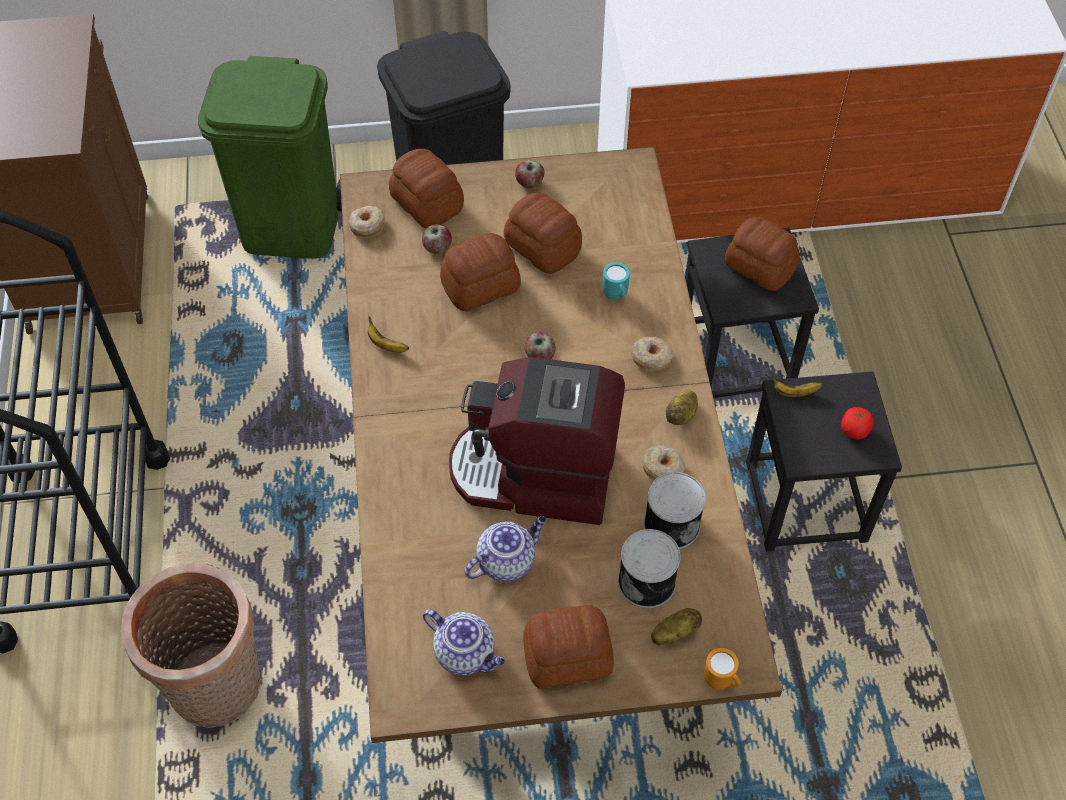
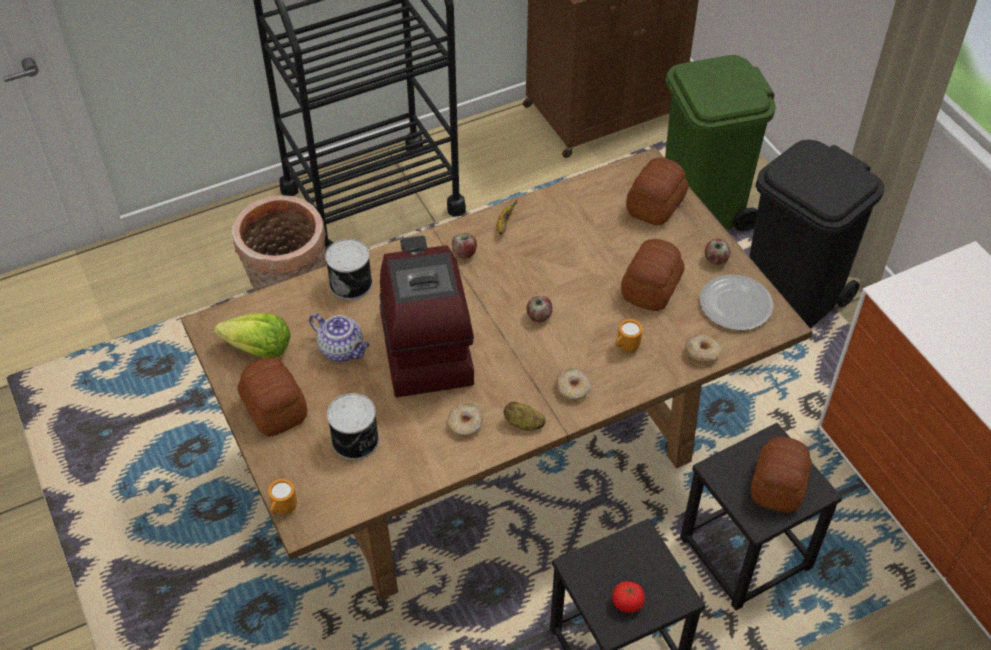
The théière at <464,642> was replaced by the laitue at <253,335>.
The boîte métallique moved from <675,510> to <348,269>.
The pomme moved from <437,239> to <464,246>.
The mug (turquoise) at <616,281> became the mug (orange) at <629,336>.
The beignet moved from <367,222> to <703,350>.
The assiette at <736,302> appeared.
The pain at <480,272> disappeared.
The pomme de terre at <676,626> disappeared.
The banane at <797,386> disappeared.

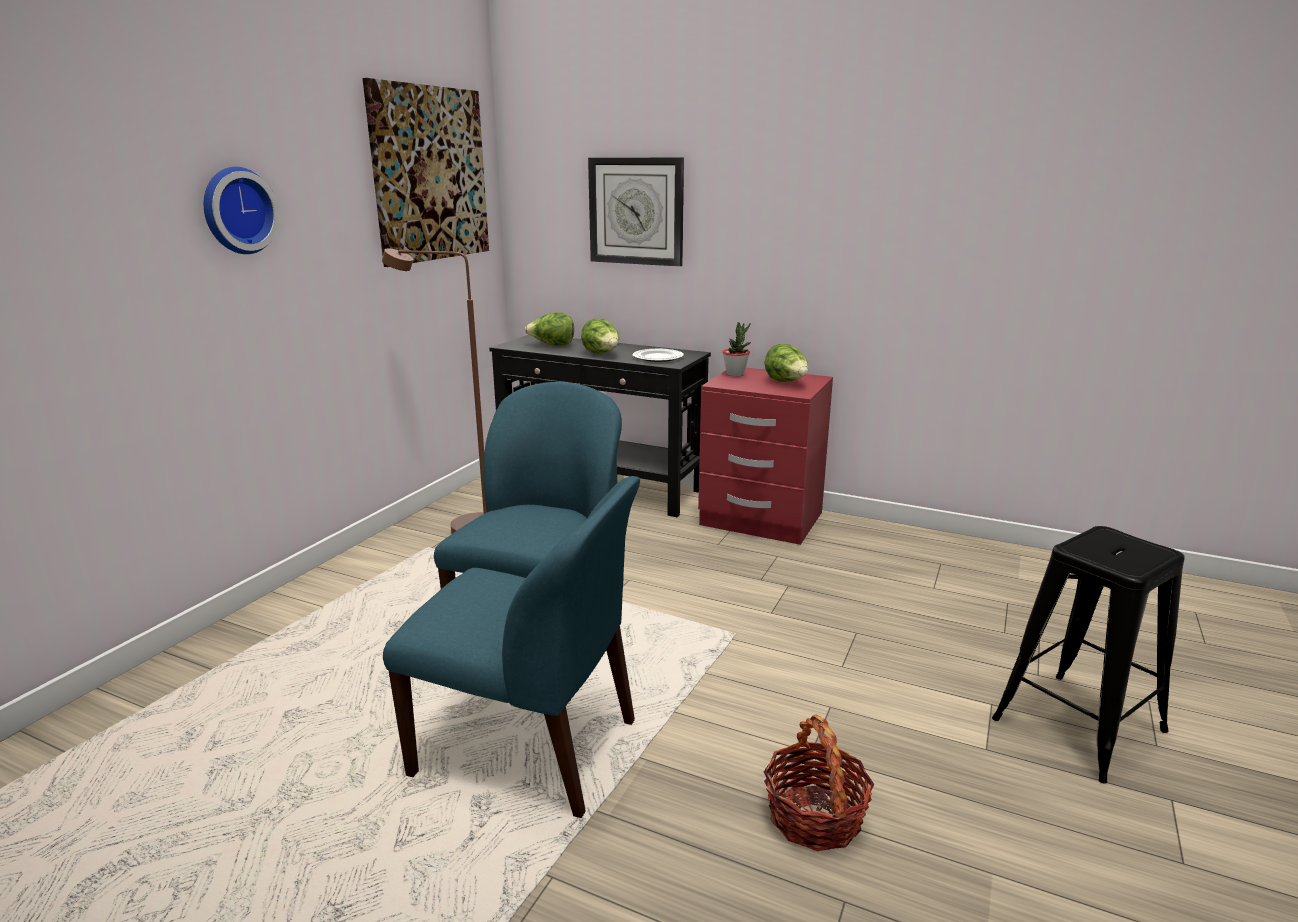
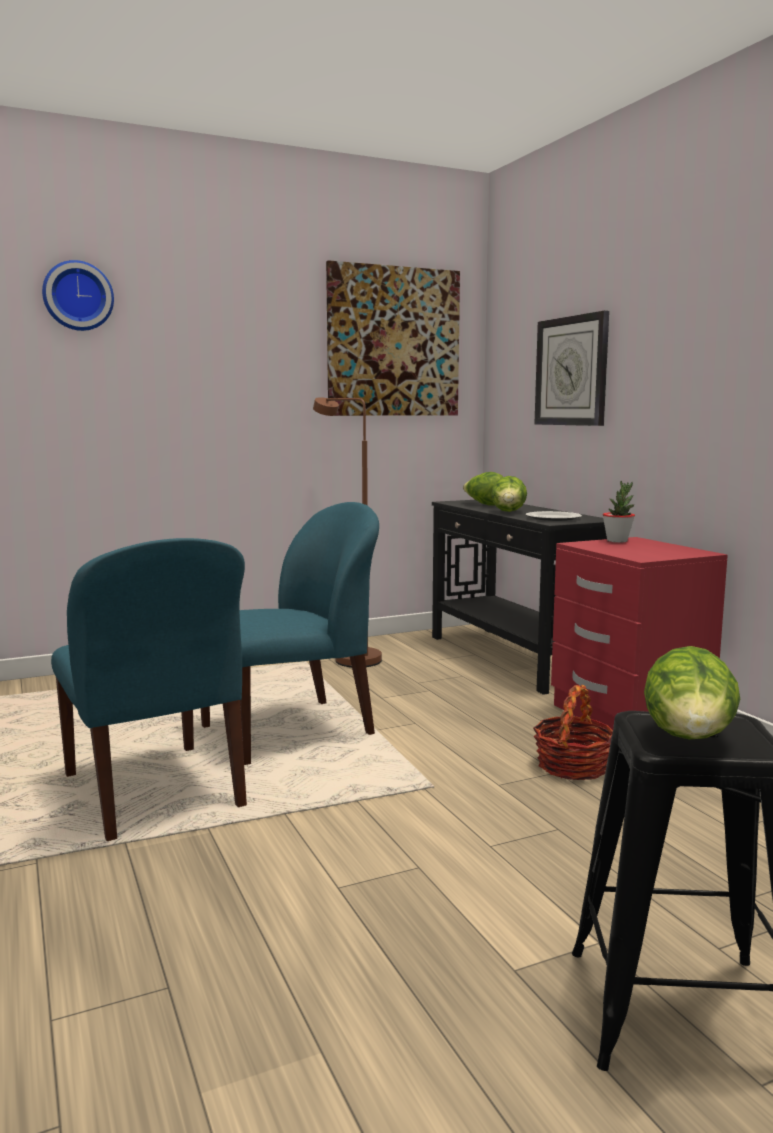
The horloge murale moved from <242,210> to <78,295>.
The panier moved from <819,783> to <573,732>.
The laitue moved from <786,363> to <692,693>.

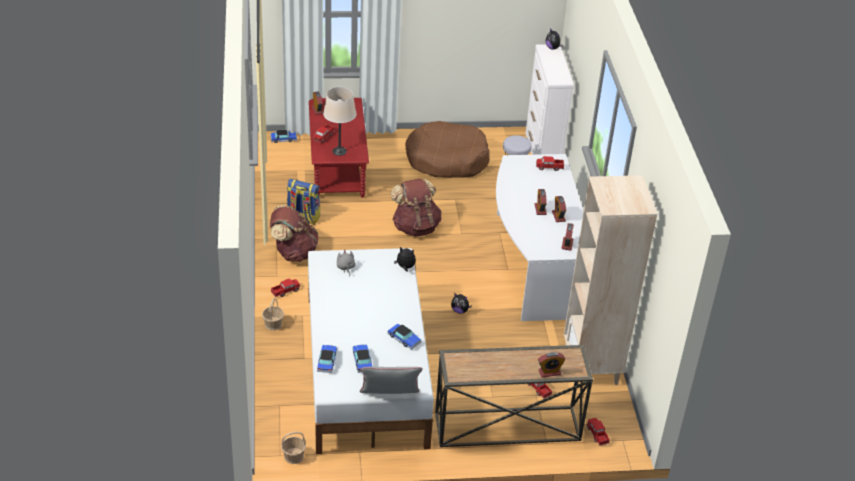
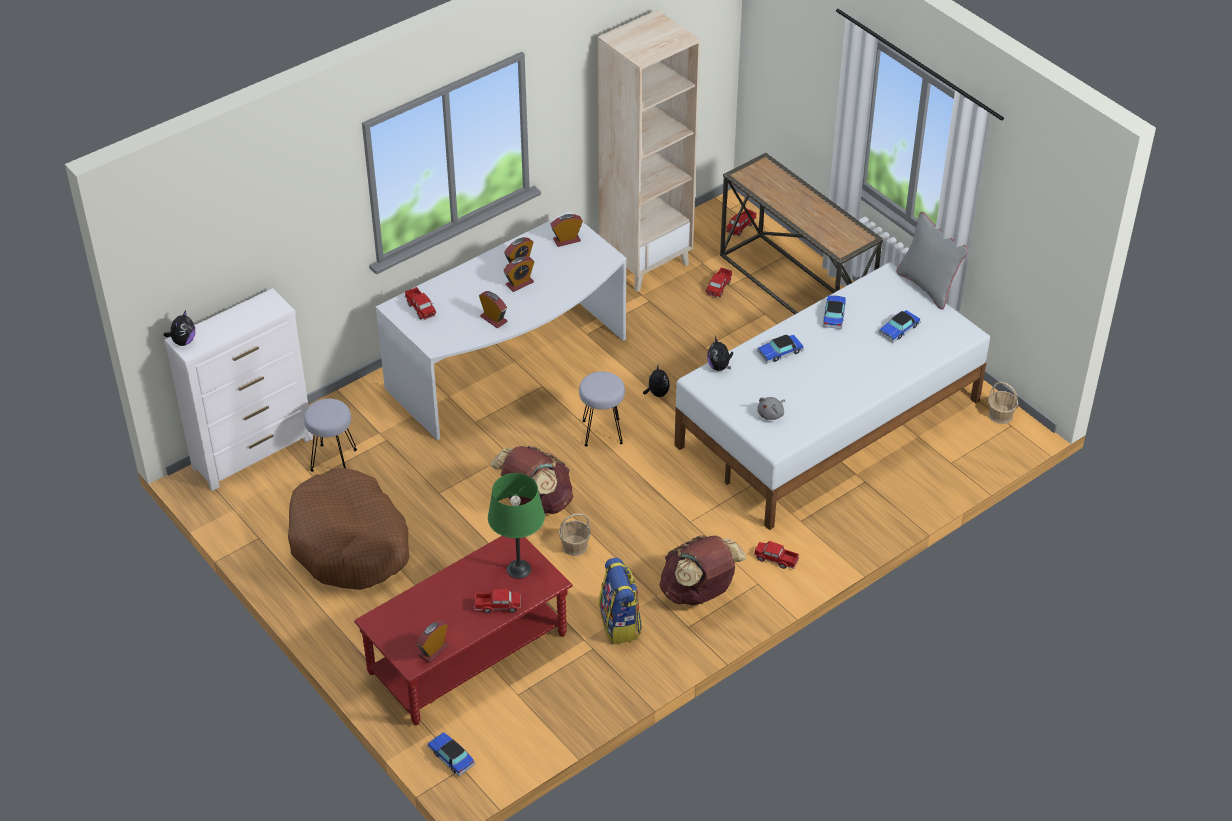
The réveil moved from <551,364> to <493,309>.
The lampe de table (beige) at <339,121> became the lampe de table (vert) at <516,526>.
The panier moved from <273,314> to <575,534>.
The tabouret (gris) at <602,409> appeared.
The petite voiture moved from <327,359> to <780,349>.

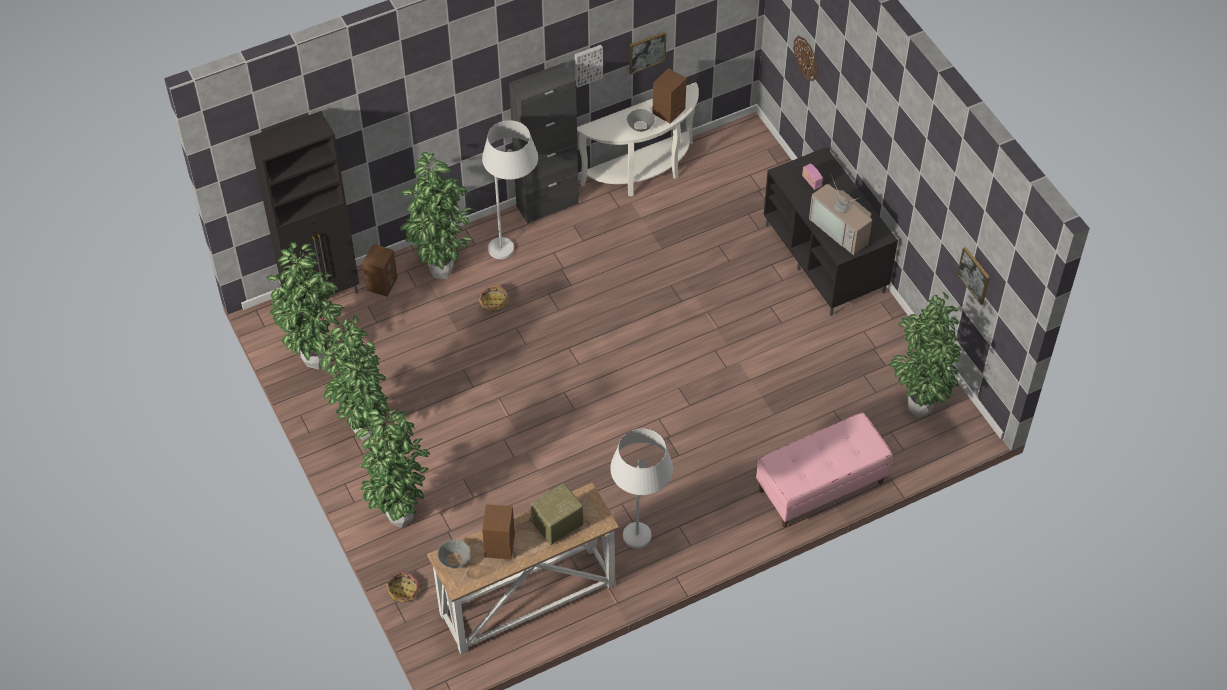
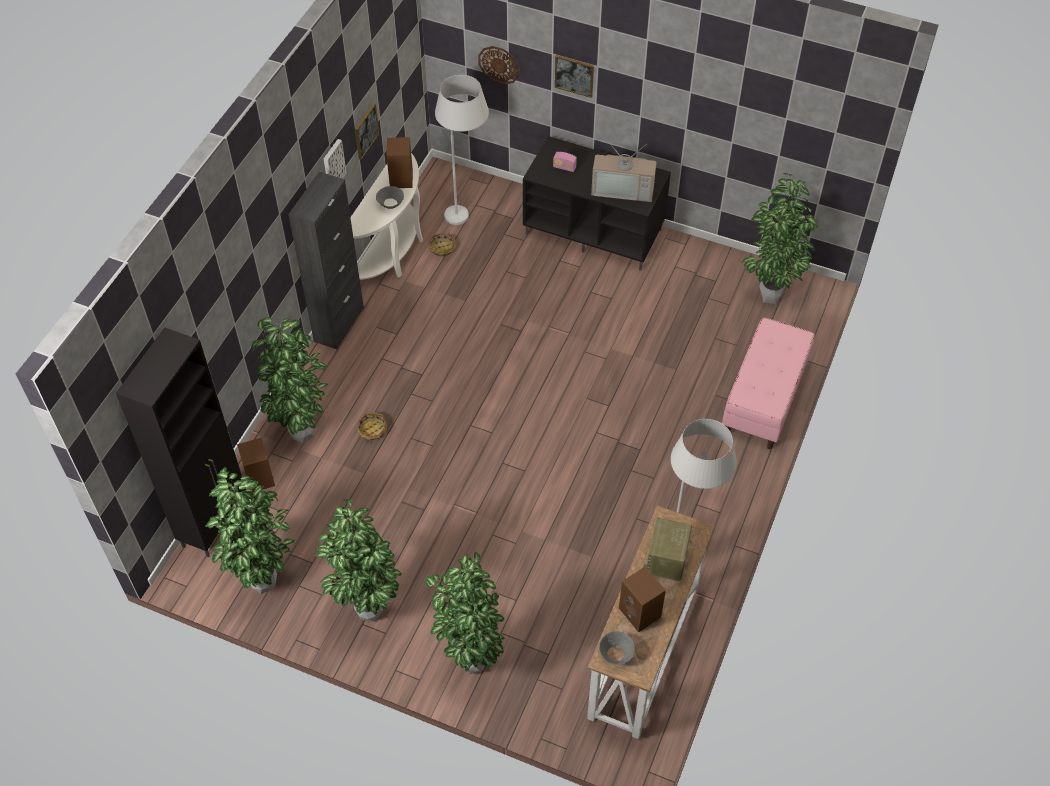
The panier moved from <404,587> to <442,245>.
The lampadaire (blanc) moved from <510,189> to <462,150>.
The tableau moved from <973,276> to <574,76>.

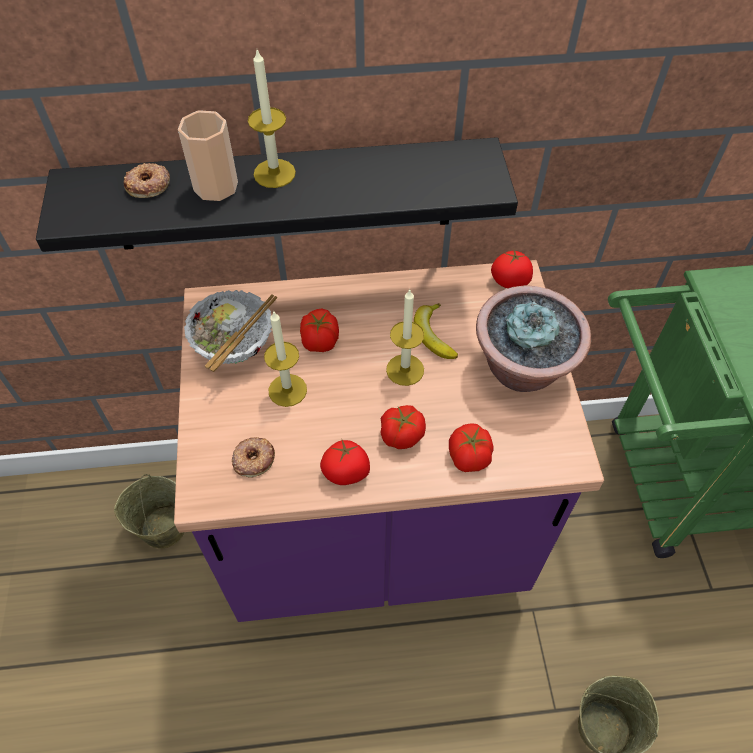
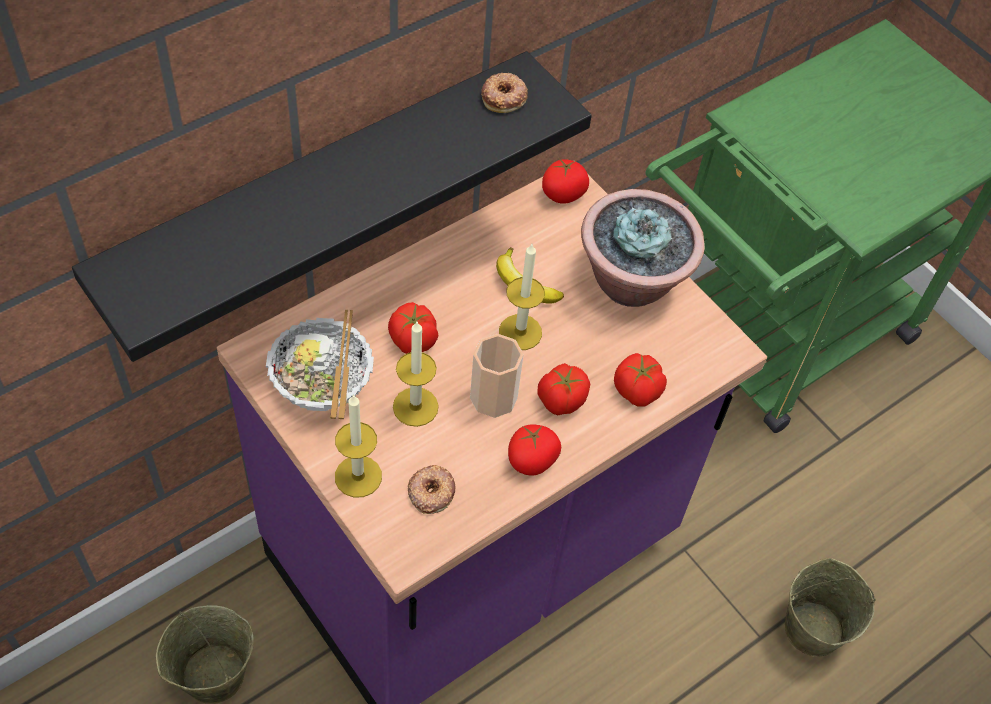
The bougie moved from <272,119> to <358,446>.
The tasse moved from <208,155> to <496,376>.
The beignet moved from <147,180> to <504,93>.

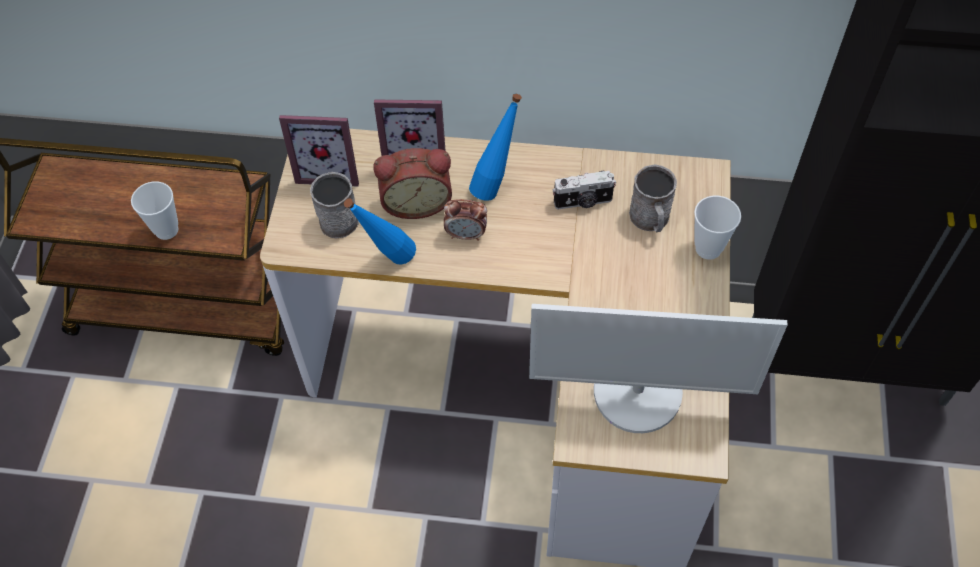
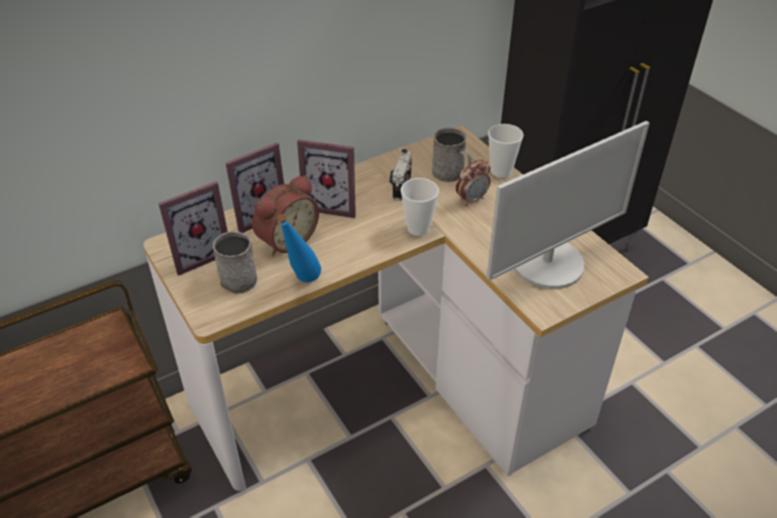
The bouteille (bleu) at <495,147> was replaced by the cadre photo at <326,178>.
The appareil photo at <584,190> turned 150 degrees clockwise.
The tasse moved from <155,210> to <419,207>.
The réveil moved from <465,220> to <473,182>.

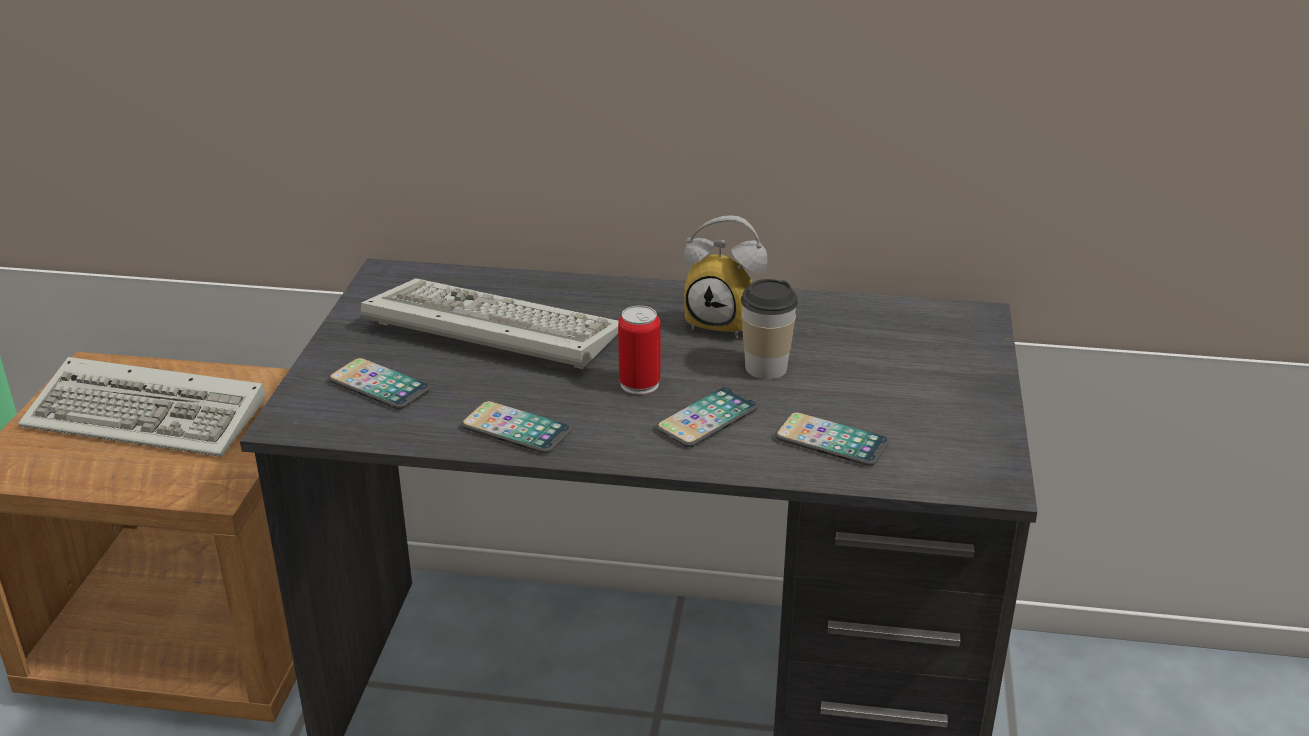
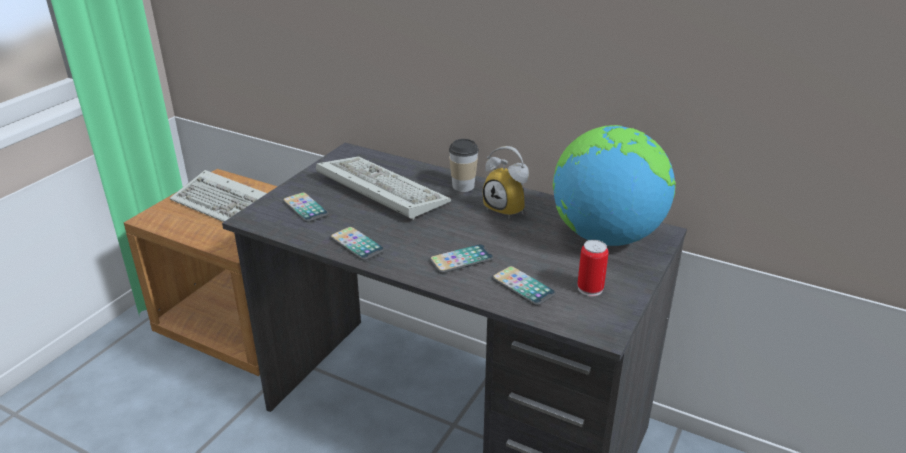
The tasse moved from <769,329> to <464,165>.
The globe at <614,185> appeared.
The boîte métallique moved from <639,350> to <593,268>.

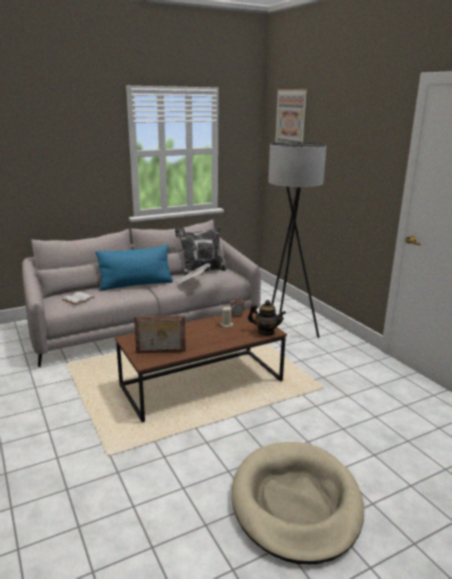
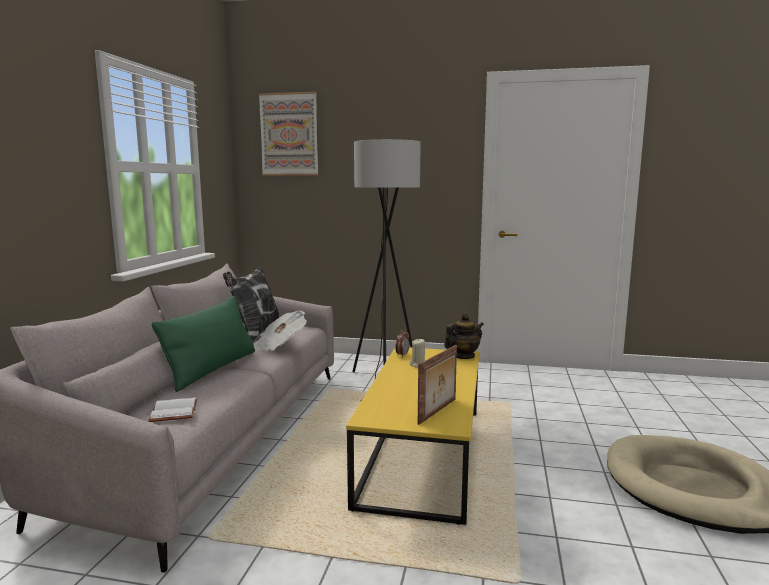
The coussin (bleu) at <134,267> became the coussin (vert) at <203,344>.
The table basse (marron) at <201,365> became the table basse (jaune) at <413,436>.

